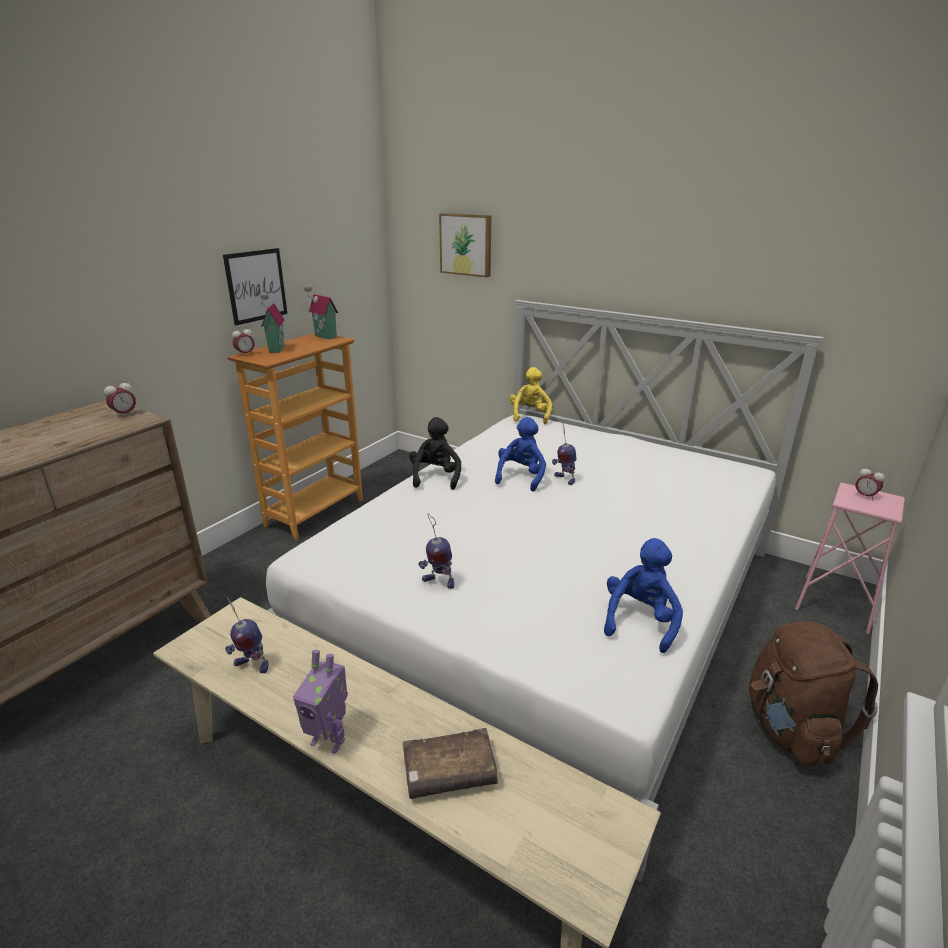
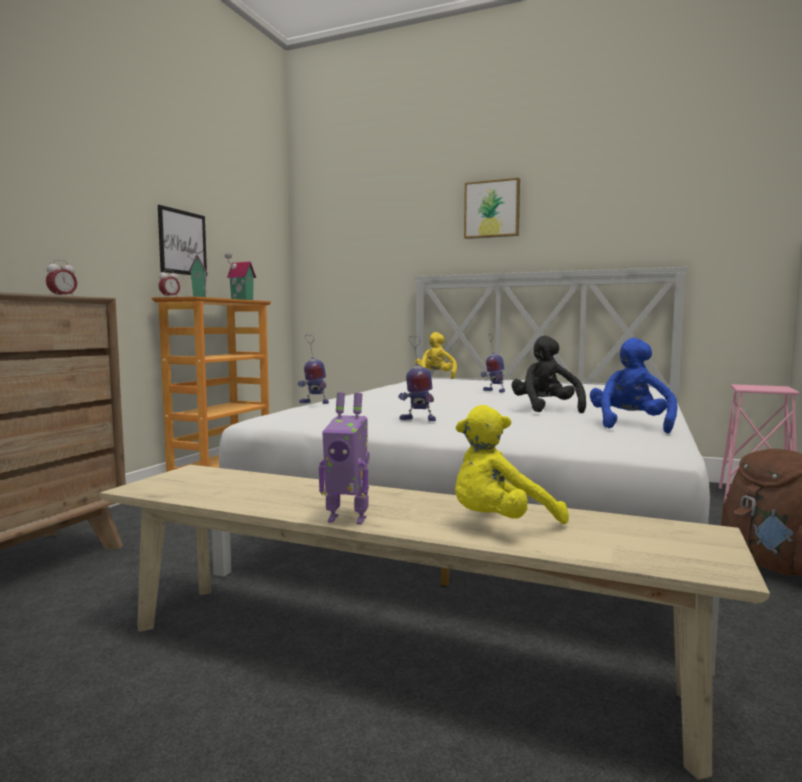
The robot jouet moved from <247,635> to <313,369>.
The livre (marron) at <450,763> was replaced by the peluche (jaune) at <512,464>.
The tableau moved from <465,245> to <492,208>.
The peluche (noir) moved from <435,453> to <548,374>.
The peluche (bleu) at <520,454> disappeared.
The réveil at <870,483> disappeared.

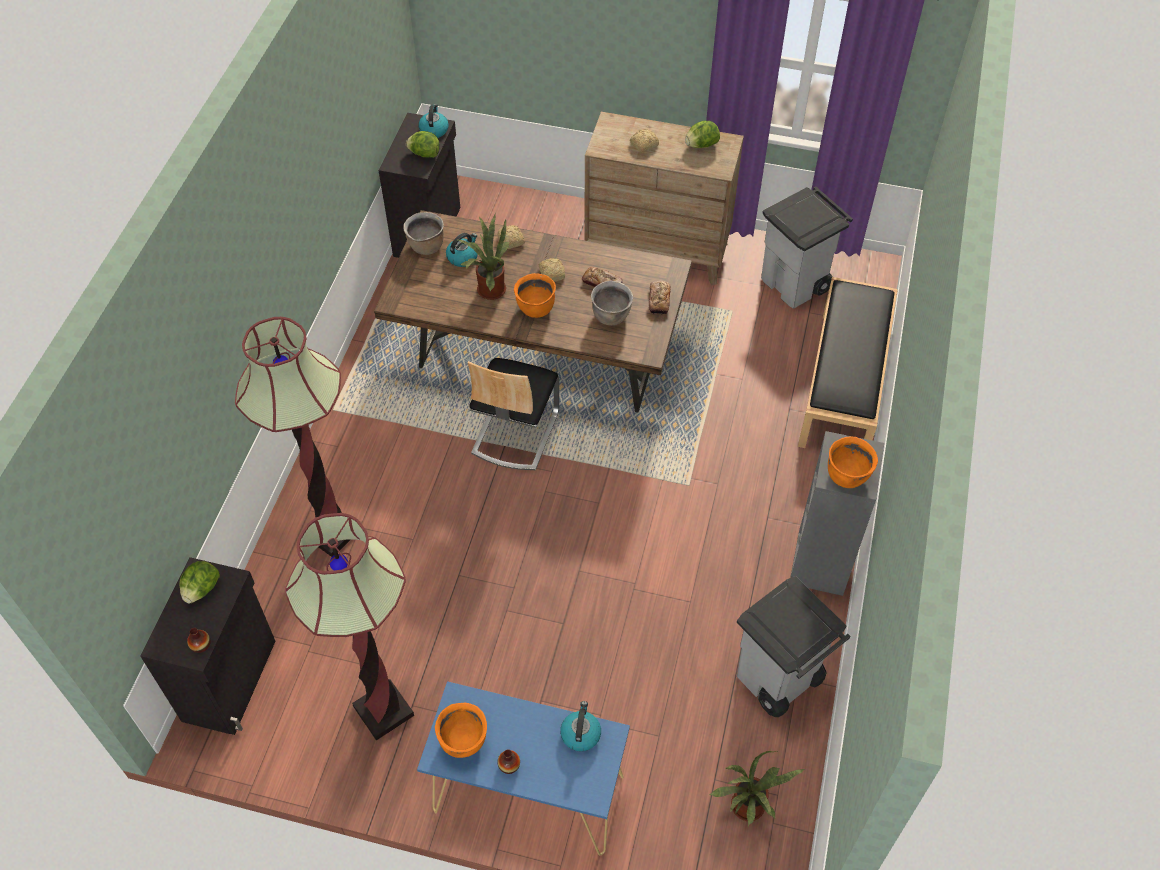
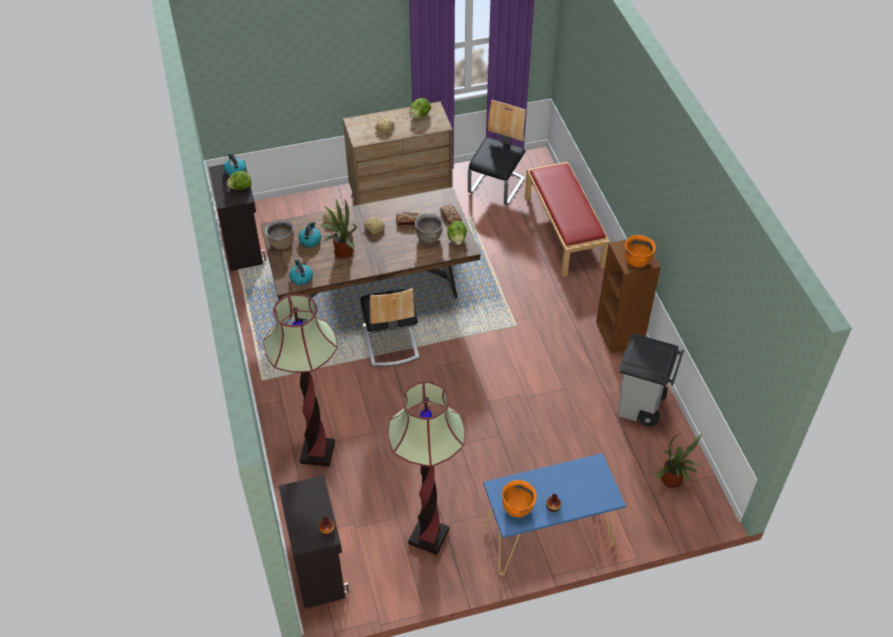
The bouilloire moved from <580,726> to <301,272>.
The laitue moved from <199,582> to <457,233>.
The poubelle (gris) at <807,248> was replaced by the chaise at <497,152>.
The banc (noir) at <848,362> became the banc (rouge) at <567,219>.
The bibliothèque (gris) at <837,513> became the bibliothèque (marron) at <628,296>.
The marmite (orange) at <535,295> disappeared.

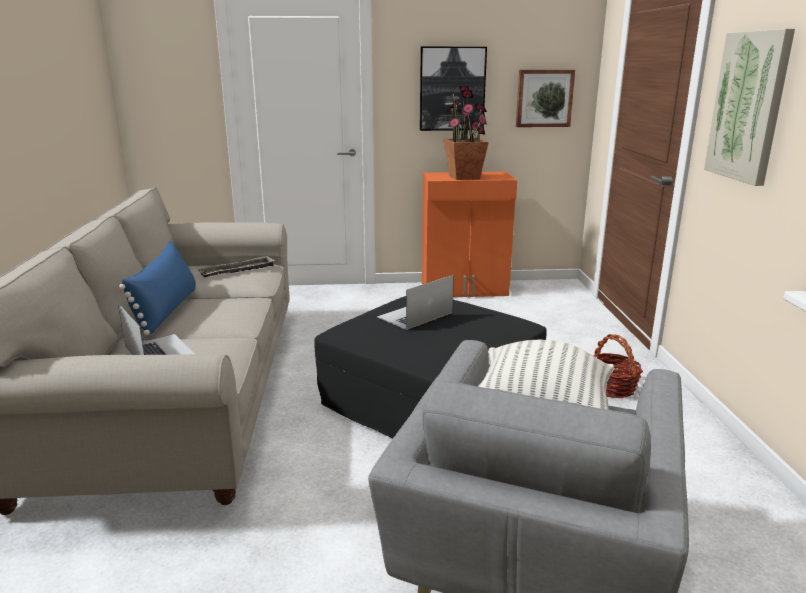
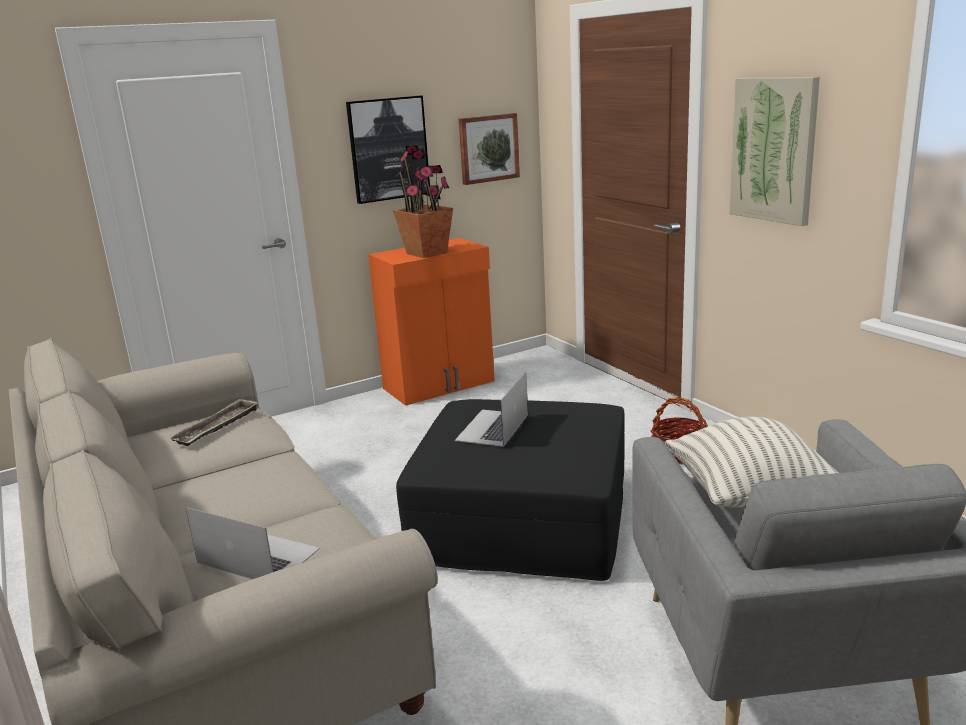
The coussin (bleu) at <157,288> disappeared.

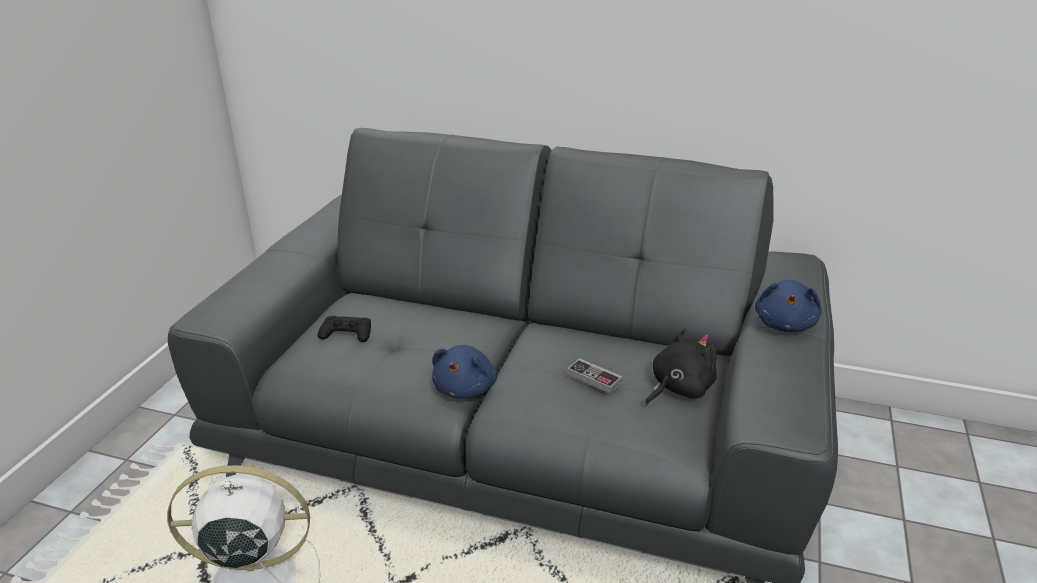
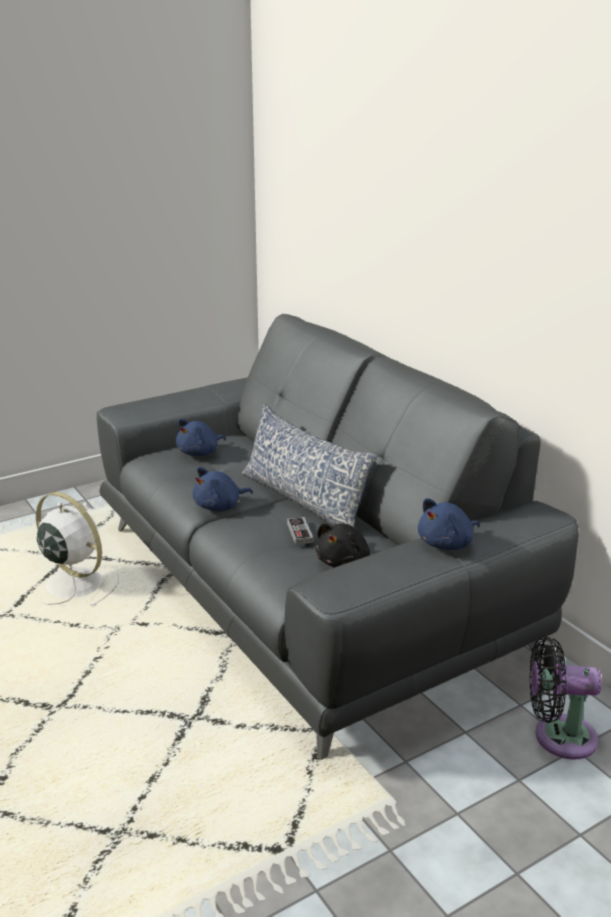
The manette (noir) at <344,329> was replaced by the peluche (bleu) at <201,437>.
The coussin at <309,466> appeared.
The peluche (noir) at <681,367> turned 120 degrees clockwise.
The ventilateur (noir) at <566,697> appeared.

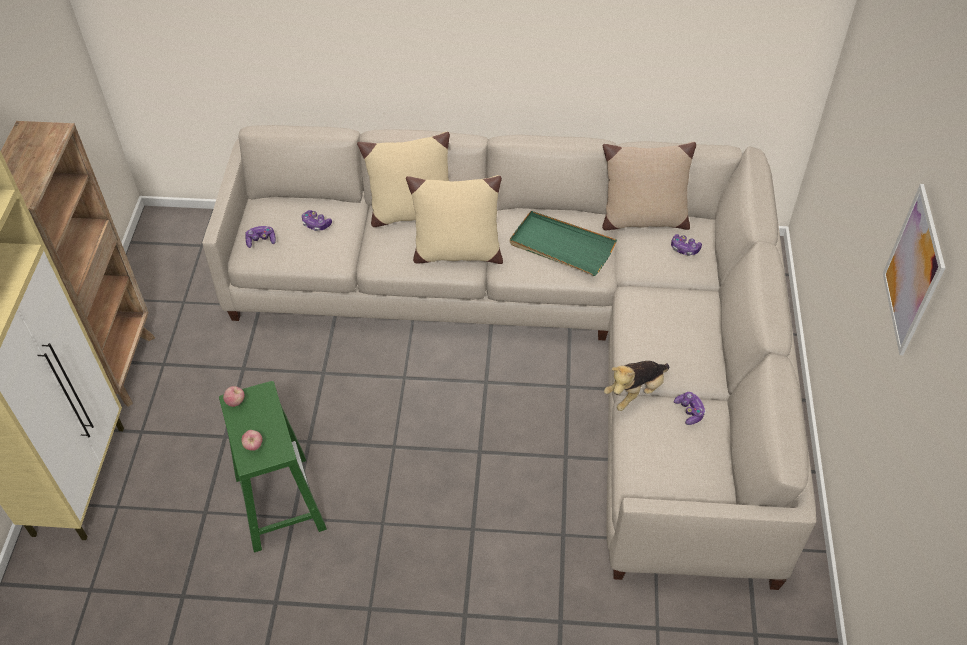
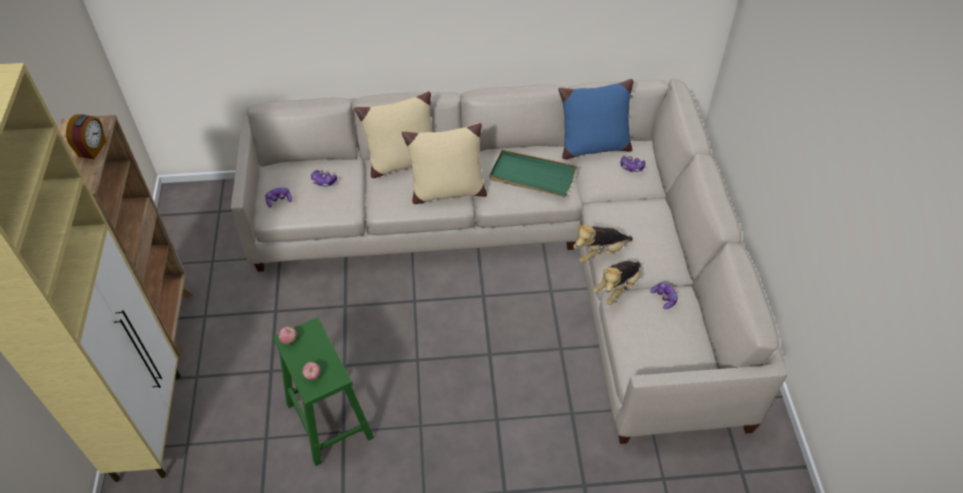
The réveil at <86,136> appeared.
The coussin (beige) at <649,186> became the coussin (bleu) at <595,119>.
The peluche at <603,244> appeared.
The tableau at <914,269> disappeared.

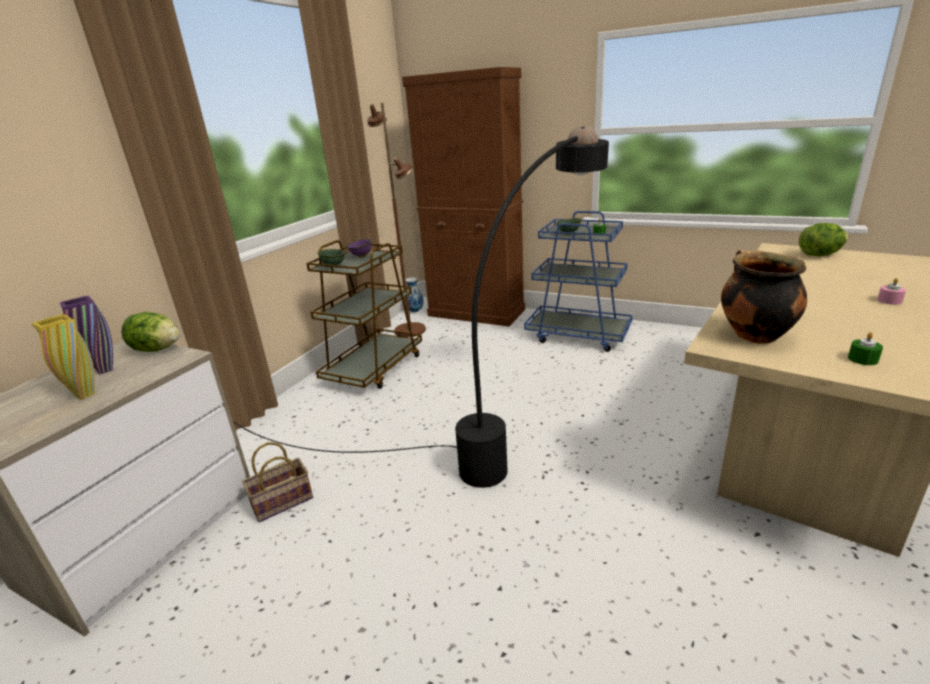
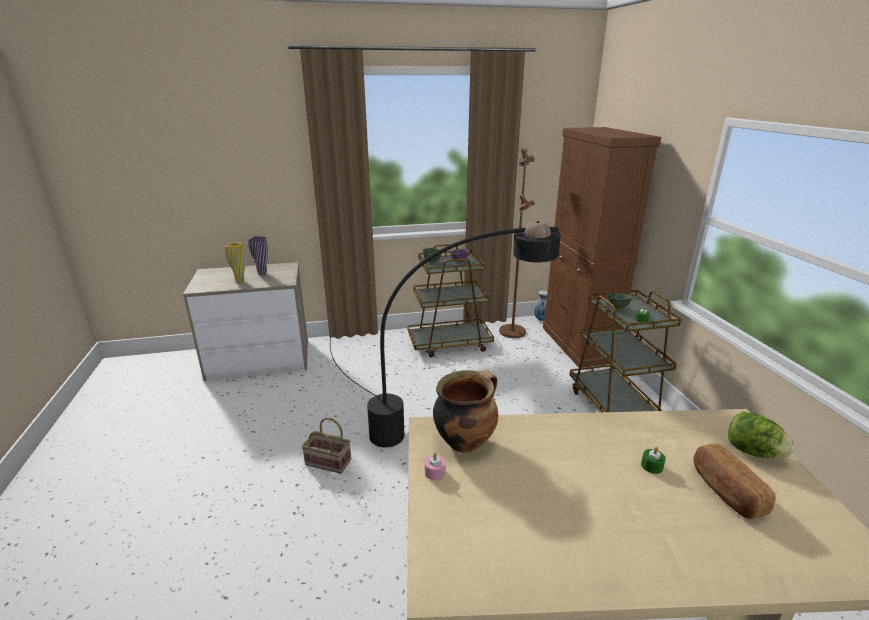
The panier moved from <277,482> to <326,446>.
The bougie (rose) moved from <891,291> to <435,466>.
The chariot (bleu) at <578,281> became the chariot (marron) at <625,351>.
The bougie (vert) moved from <865,348> to <653,460>.
The pain at <734,481> appeared.
The laitue at <150,332> disappeared.

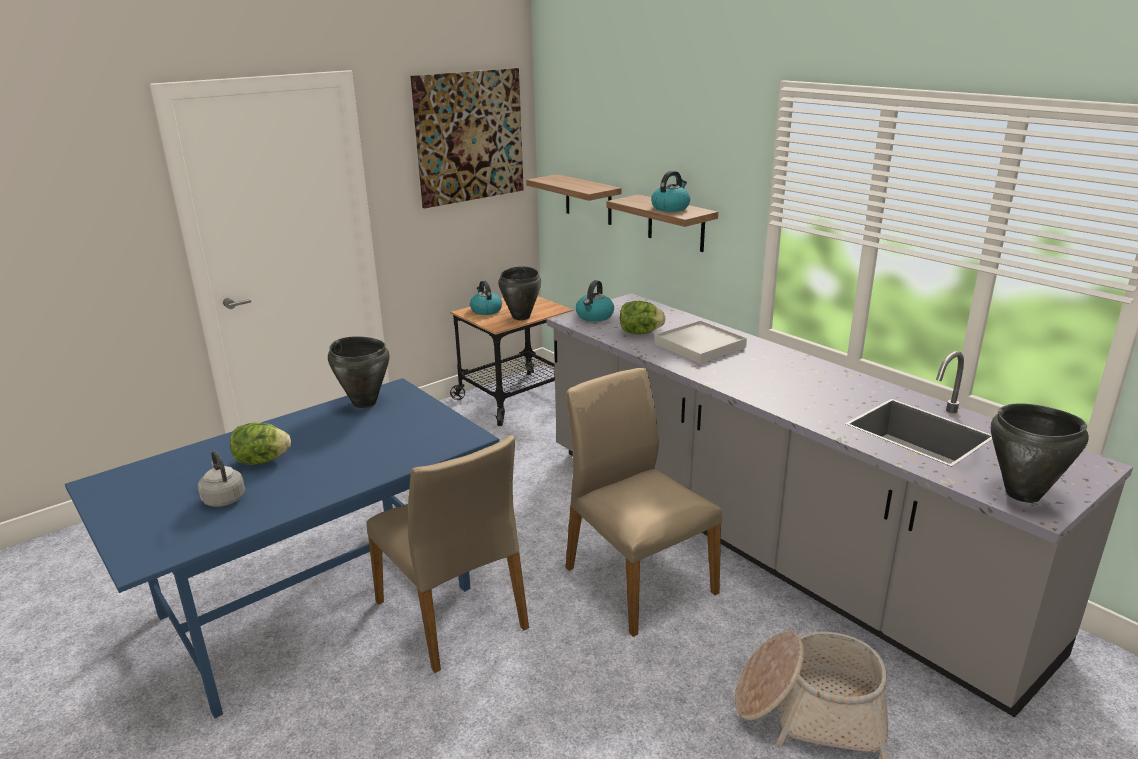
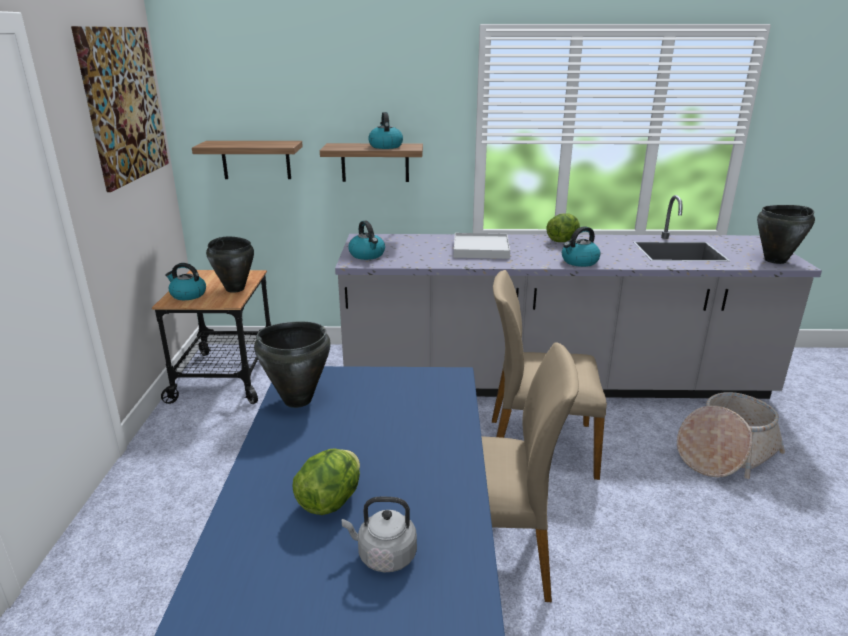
The laitue moved from <643,317> to <563,227>.
The bouilloire at <581,246> appeared.

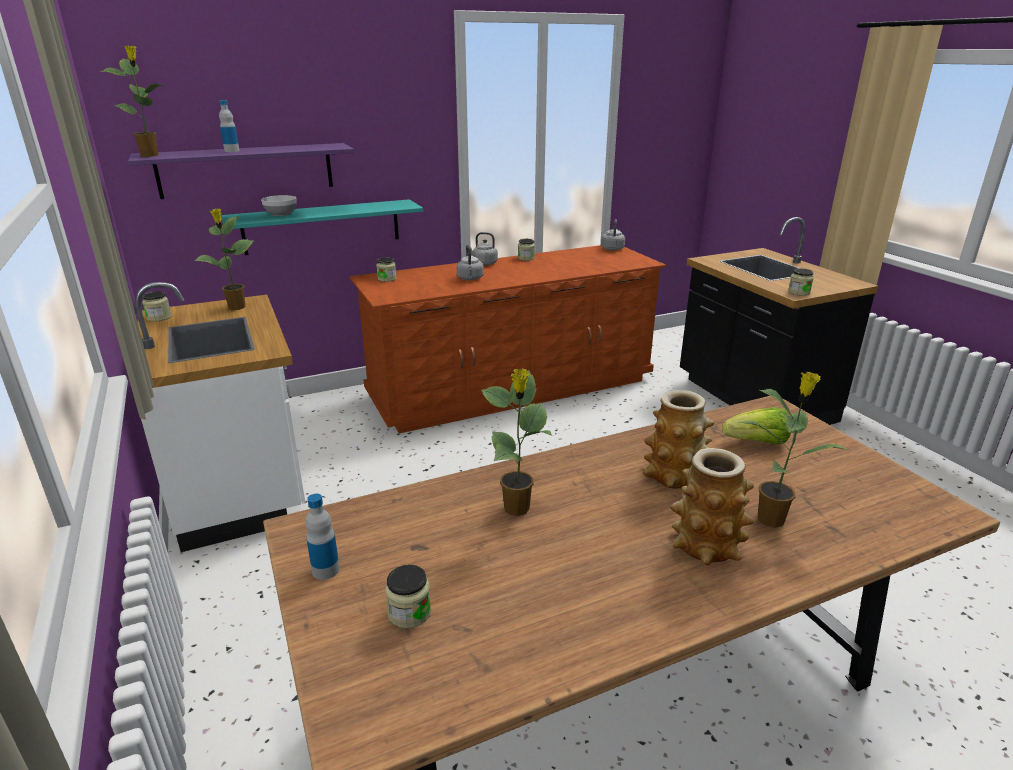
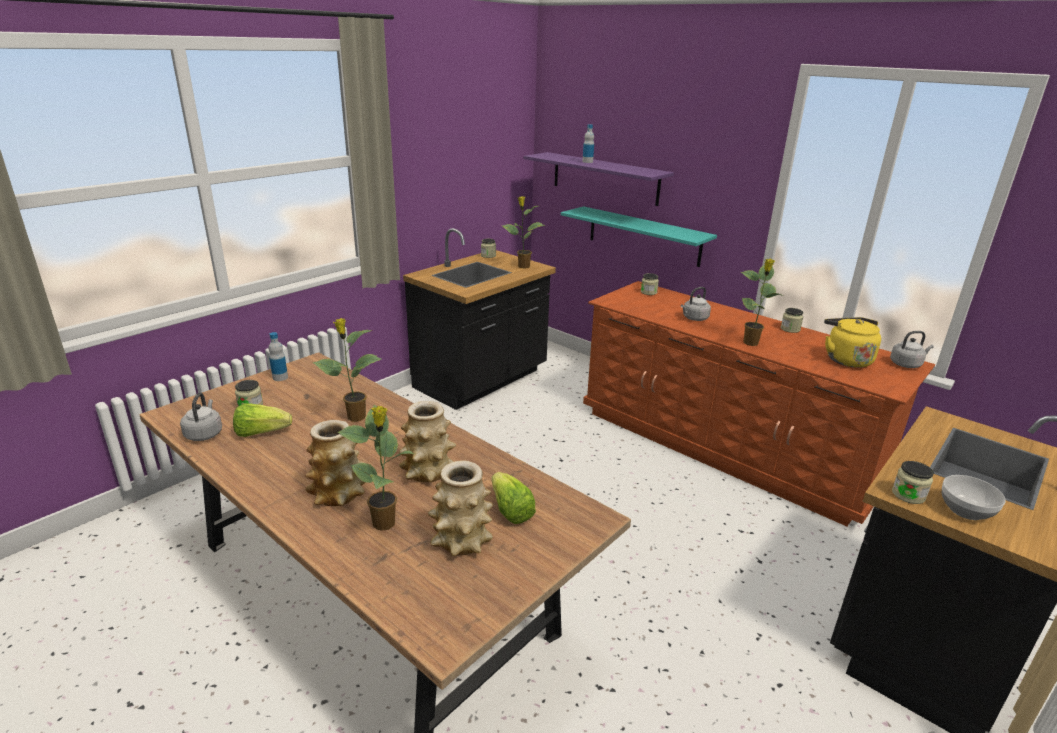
The bouilloire (gris) moved from <484,248> to <201,417>.
The laitue at <262,420> appeared.
The comptoir de cuisine (blanc) at <220,417> became the comptoir de cuisine (noir) at <479,319>.
The vase at <460,508> appeared.
The plante en pot moved from <132,101> to <762,302>.
The bouilloire (jaune) at <852,342> appeared.
The bol moved from <279,205> to <974,497>.

